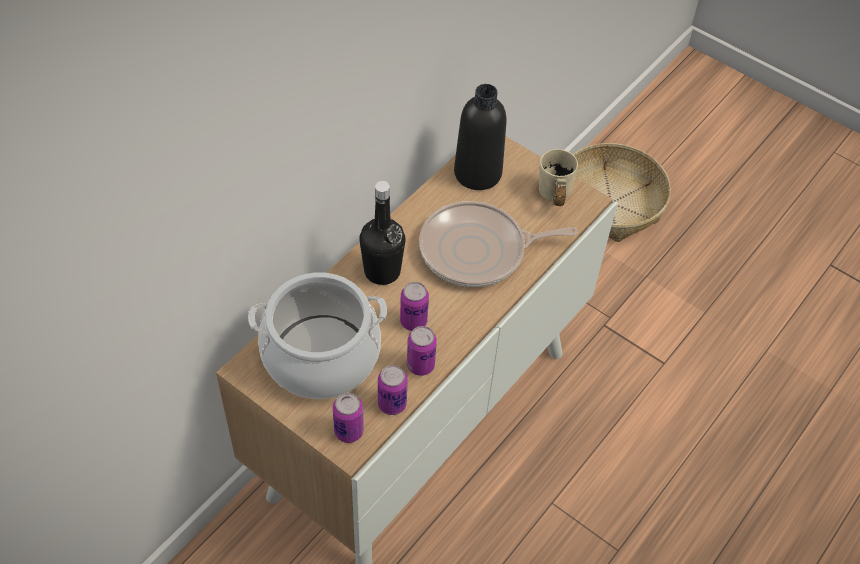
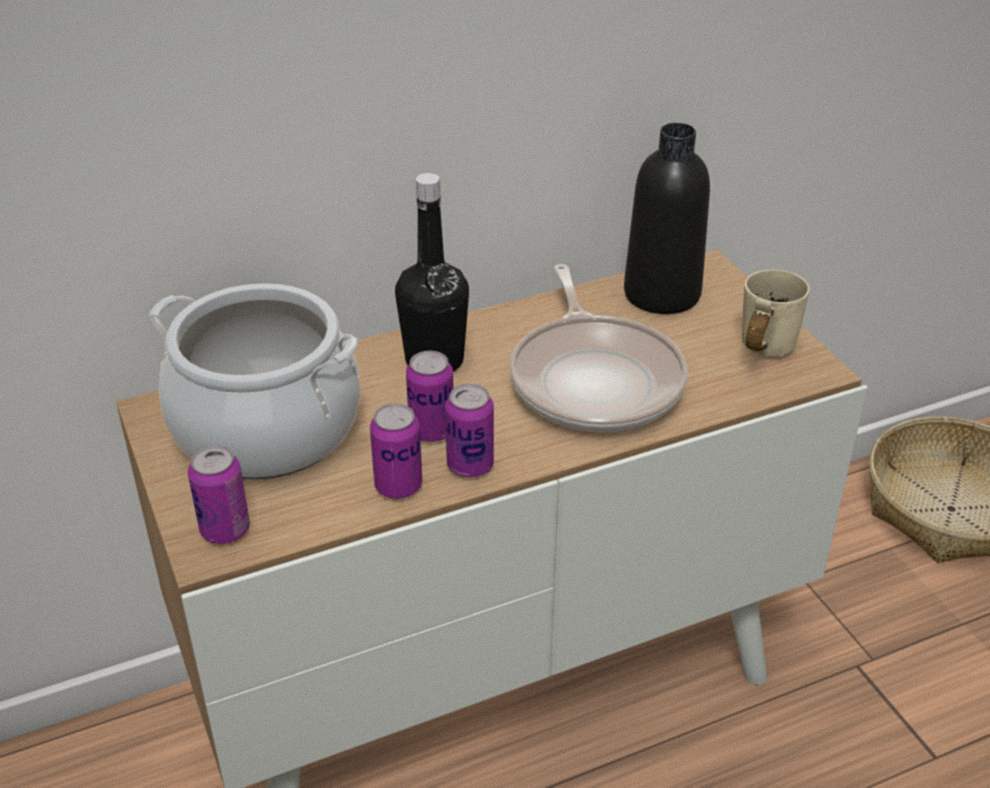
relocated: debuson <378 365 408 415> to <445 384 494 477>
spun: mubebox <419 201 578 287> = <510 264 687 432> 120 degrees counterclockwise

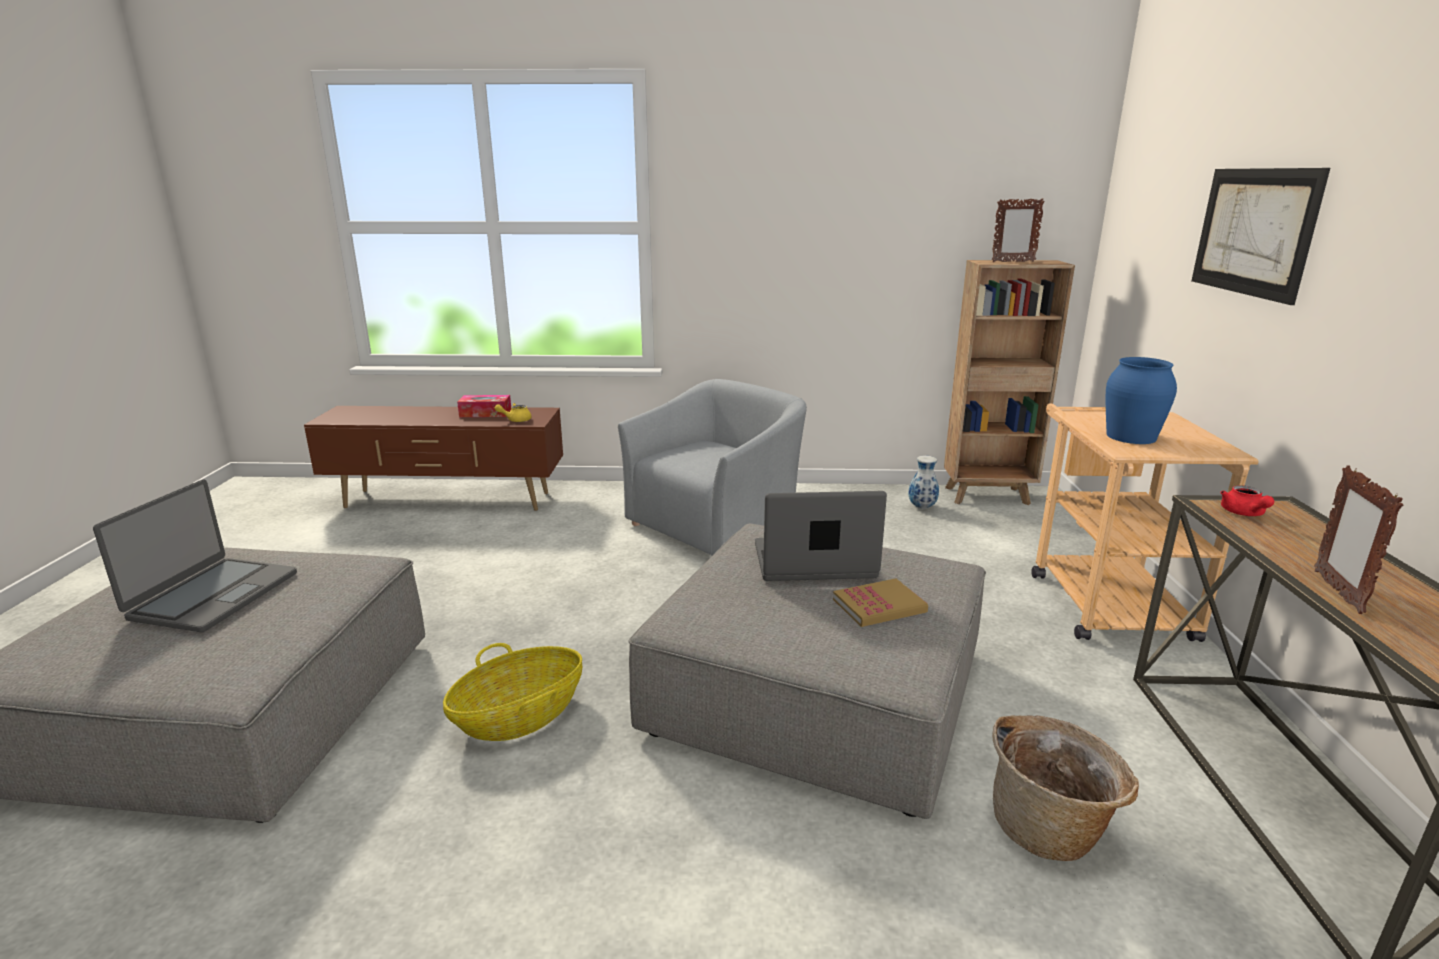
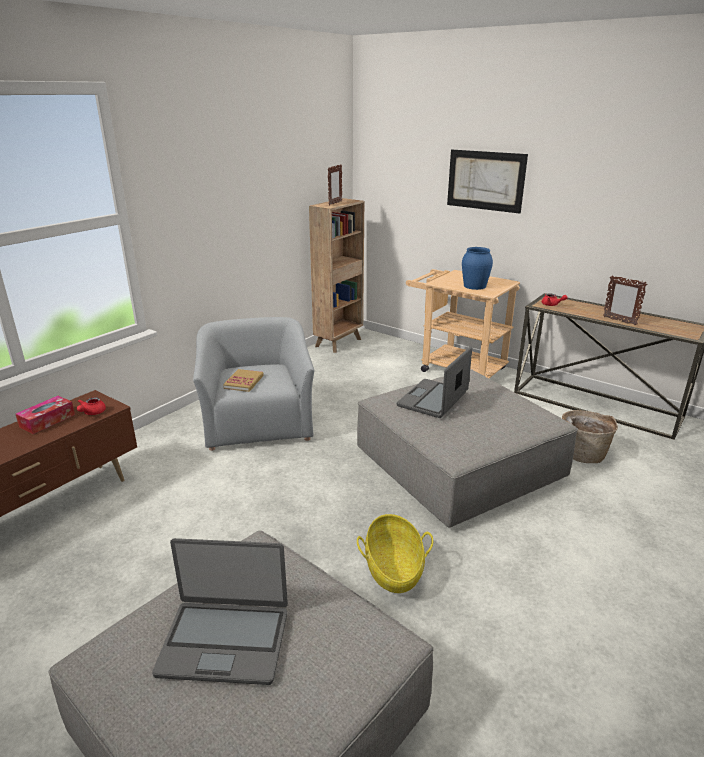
missing: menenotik <908 456 939 509>
relocated: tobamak <833 578 928 627> to <223 369 264 392>
colour: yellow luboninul <495 403 531 422> to red luboninul <77 397 106 415>
spun: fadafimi <93 479 297 632> = <152 538 288 685> 135 degrees clockwise

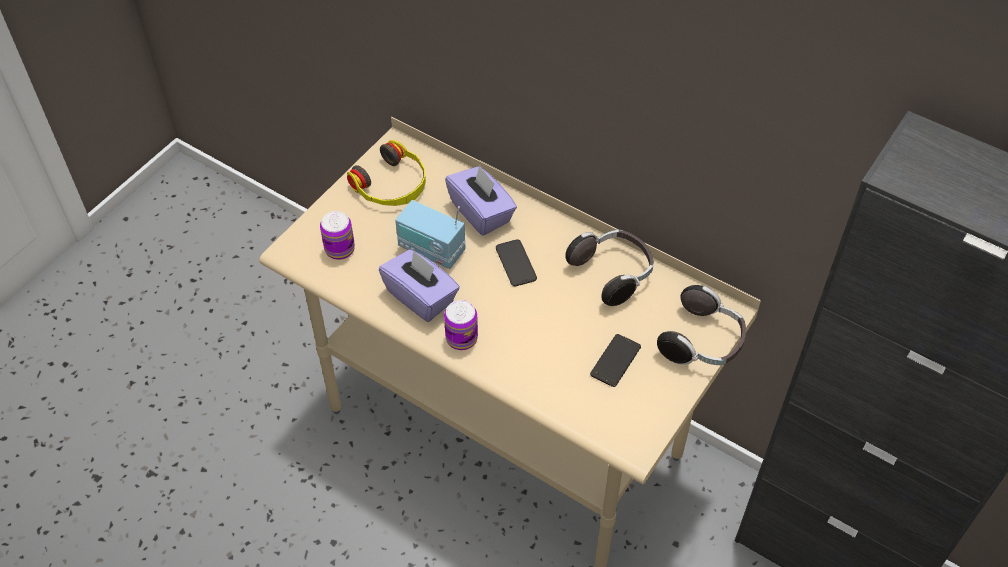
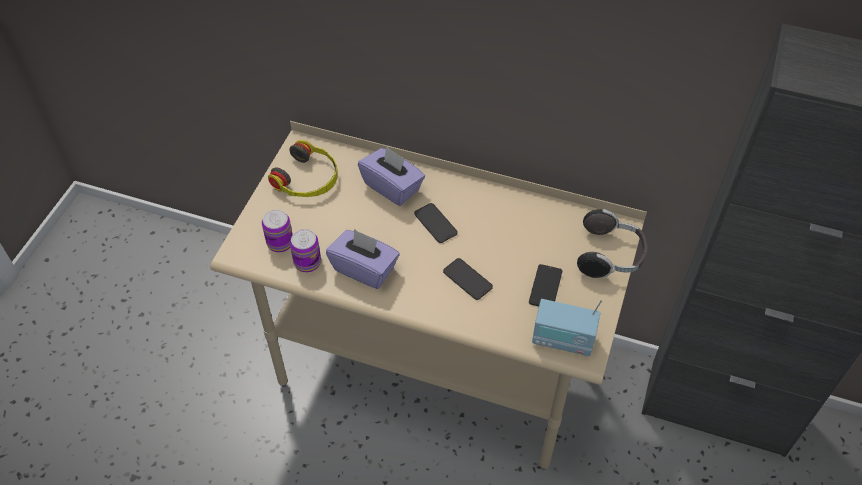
missing: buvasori <565 230 654 306>
appeared: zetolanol <443 258 493 300>
relocated: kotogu <395 200 466 269> to <532 299 603 356>; debuson <444 300 478 350> to <290 229 321 272>

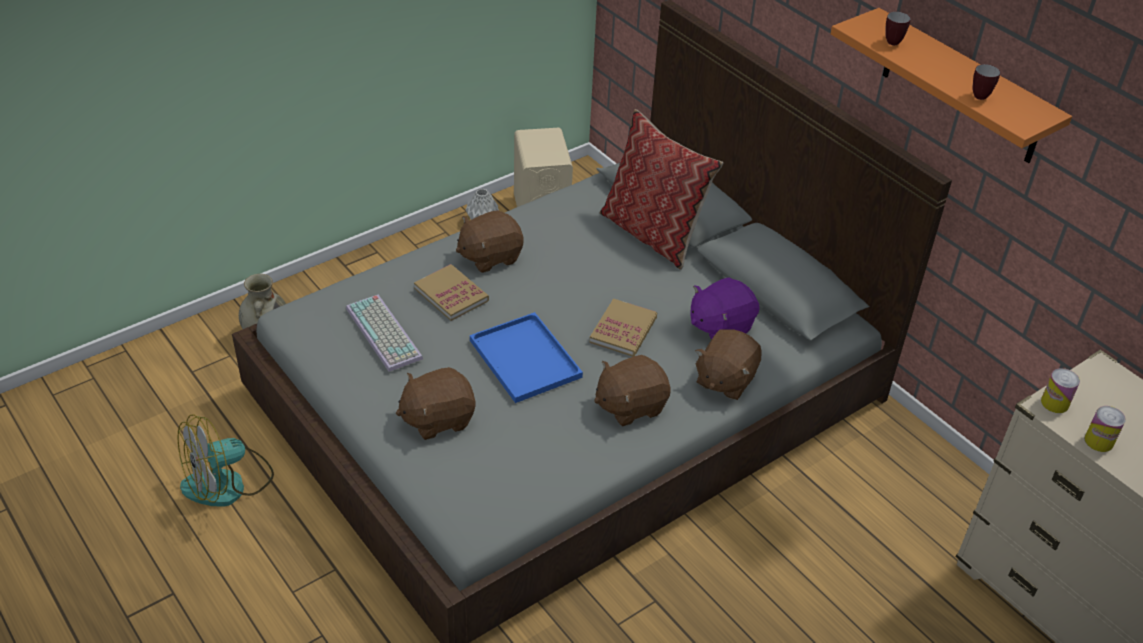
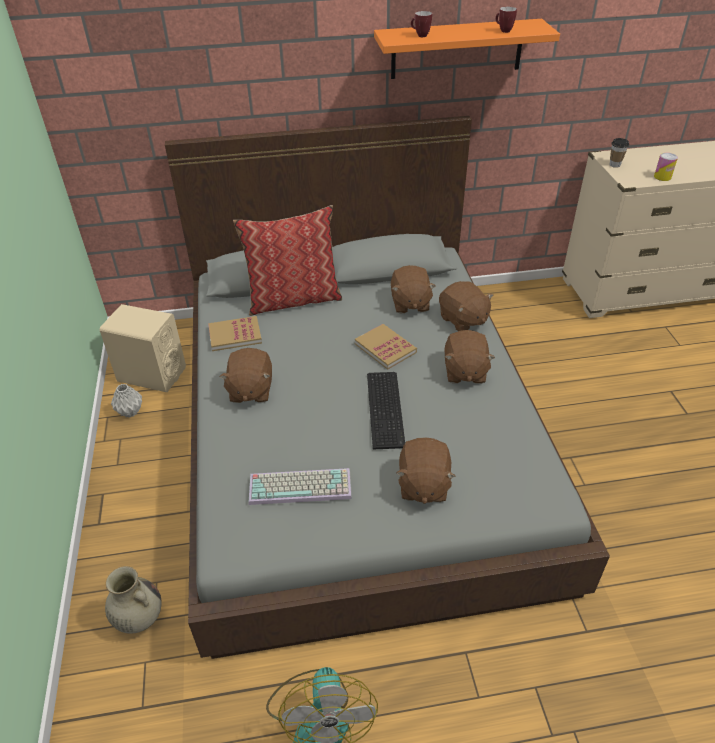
missing: debuson <1041 368 1080 413>
appeared: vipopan <609 138 629 168>
relocated: tobamak <414 264 489 321> to <208 316 262 351>
exchanged: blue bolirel <470 312 583 403> to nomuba <367 372 405 450>
colour: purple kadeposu <690 277 760 340> to brown kadeposu <391 265 435 313>

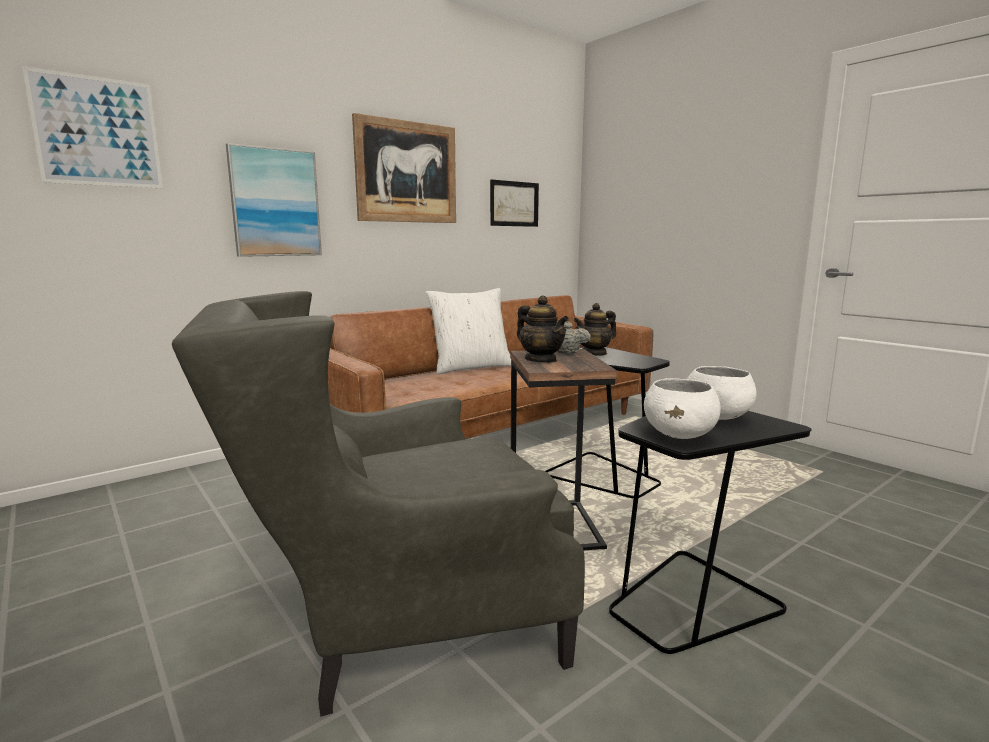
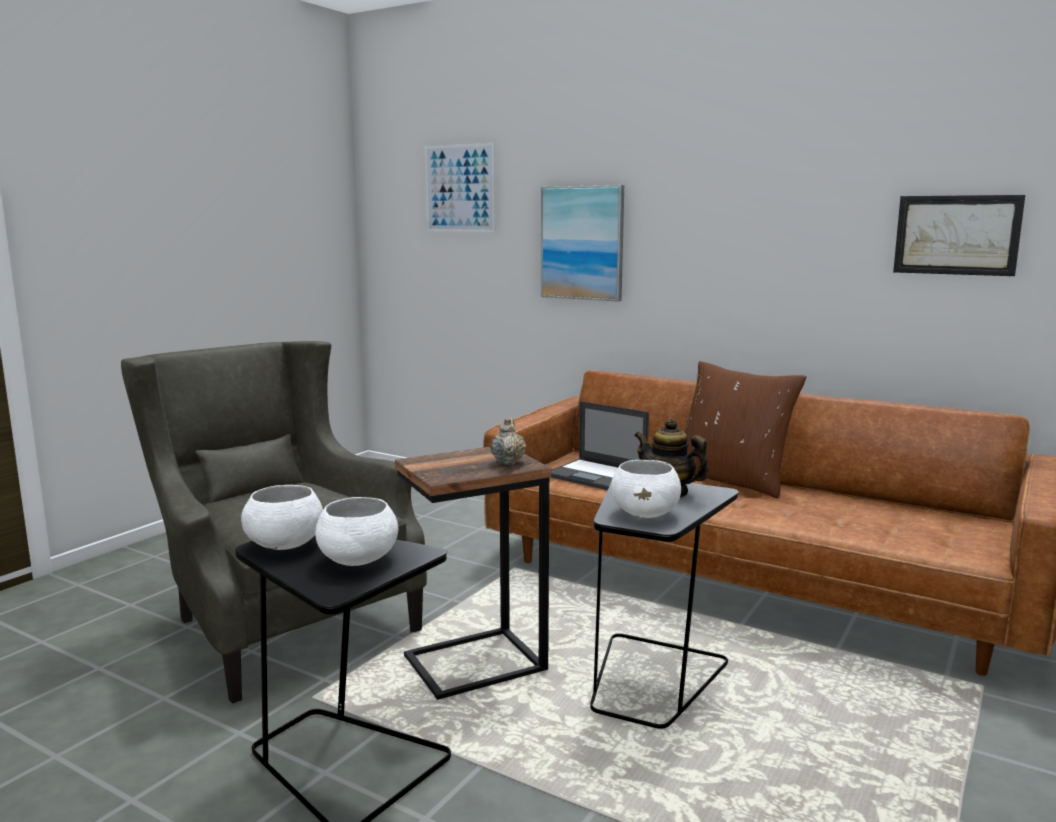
missing: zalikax <352 113 456 223>; luboninul <517 296 569 363>
appeared: fadafimi <551 401 649 490>; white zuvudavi <611 460 681 518>
colour: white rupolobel <426 288 511 374> to brown rupolobel <685 361 806 498>

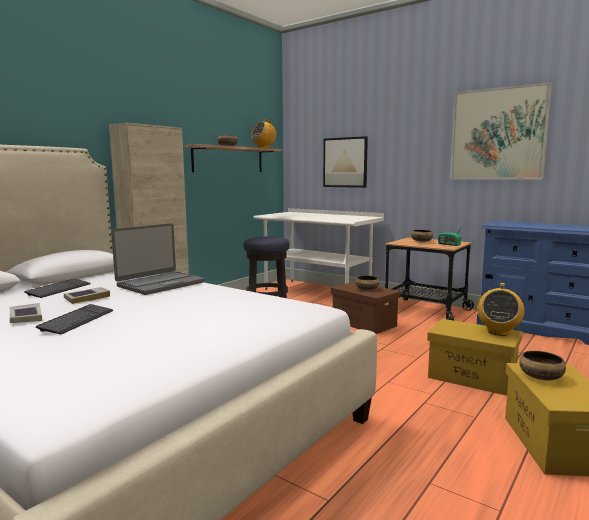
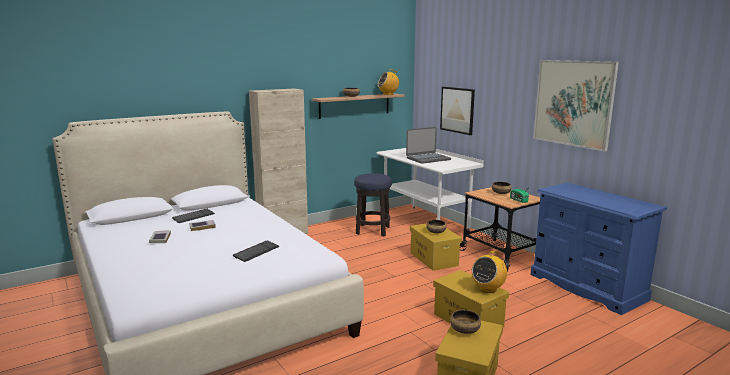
relocated: nomuba <36 304 113 334> to <233 240 279 262>; fadafimi <111 223 205 295> to <406 127 451 164>
colour: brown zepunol <331 282 400 334> to yellow zepunol <410 223 462 271>

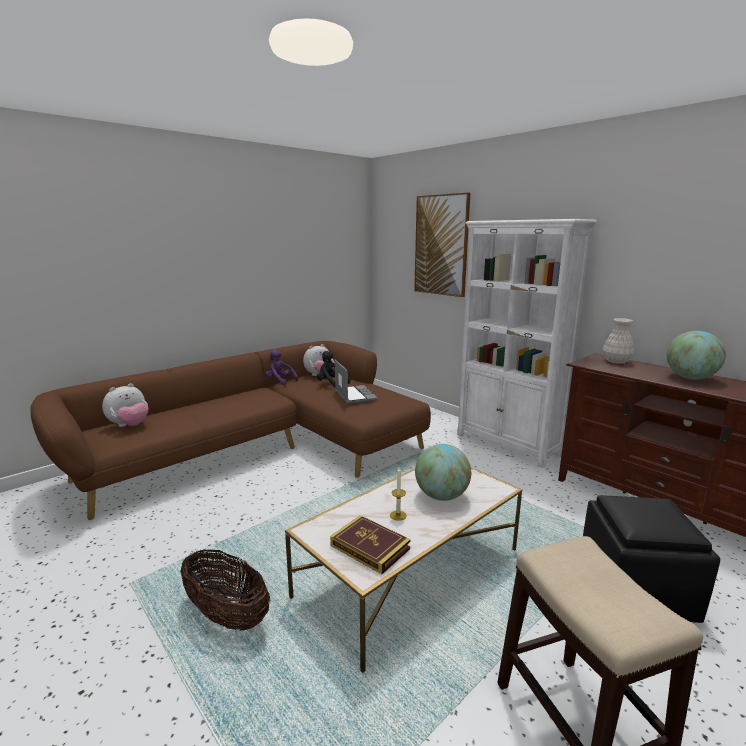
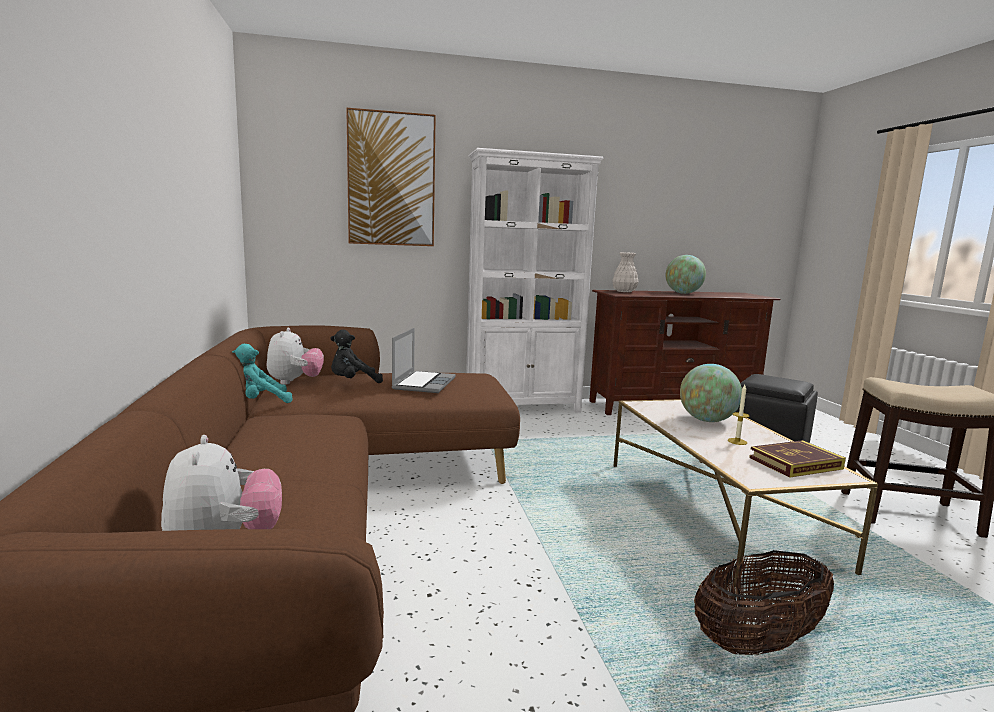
colour: purple kadeposu <265 350 298 385> to turquoise kadeposu <232 344 293 403>
spun: fadafimi <335 359 378 404> = <392 328 456 393> 90 degrees clockwise

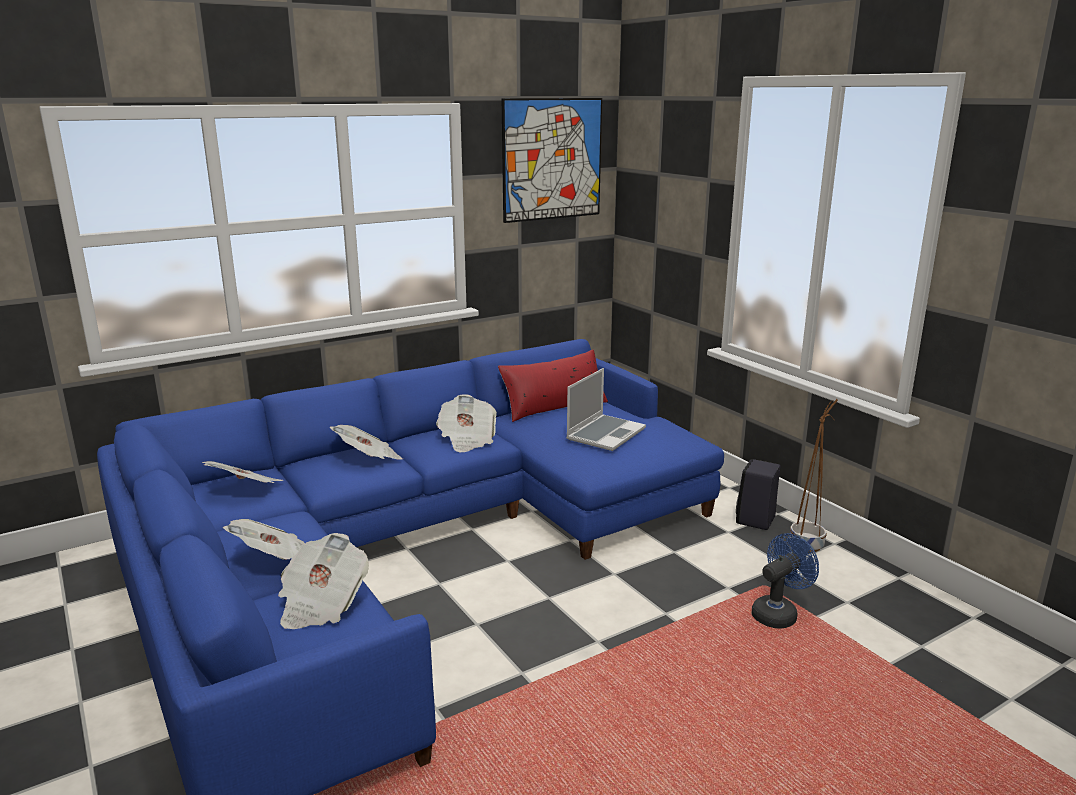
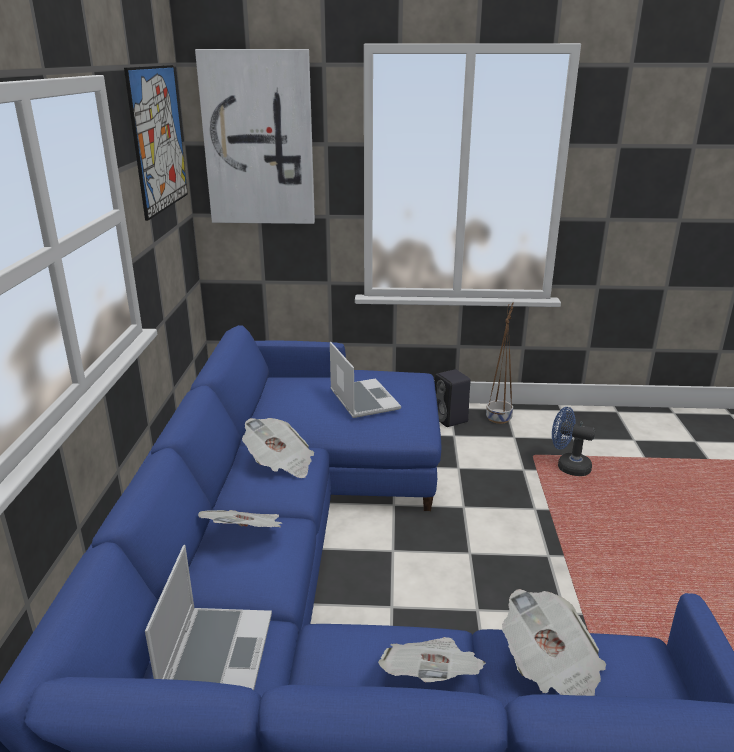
missing: red rupolobel <498 350 608 422>
appeared: zalikax <195 49 315 224>
exchanged: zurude <202 461 283 483> to fadafimi <145 545 272 690>
spun: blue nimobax <752 533 819 628> = <552 407 596 476> 60 degrees counterclockwise

